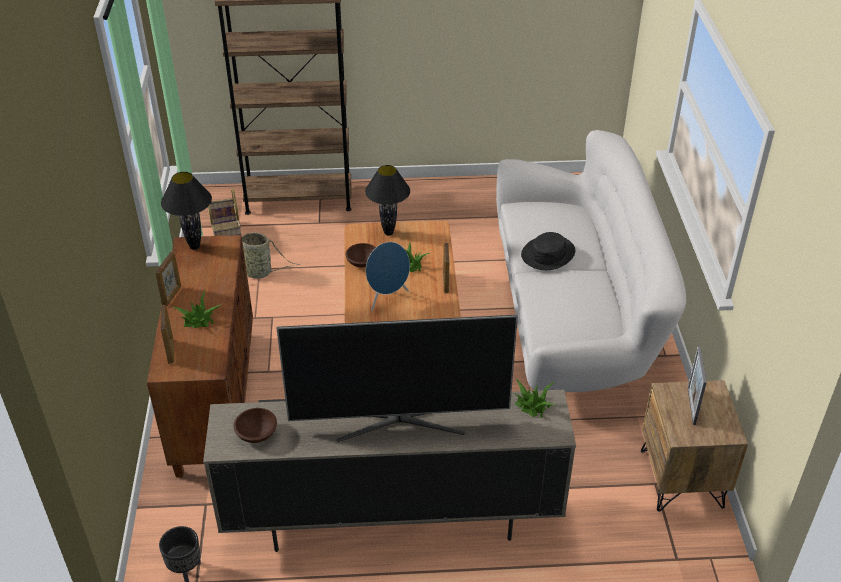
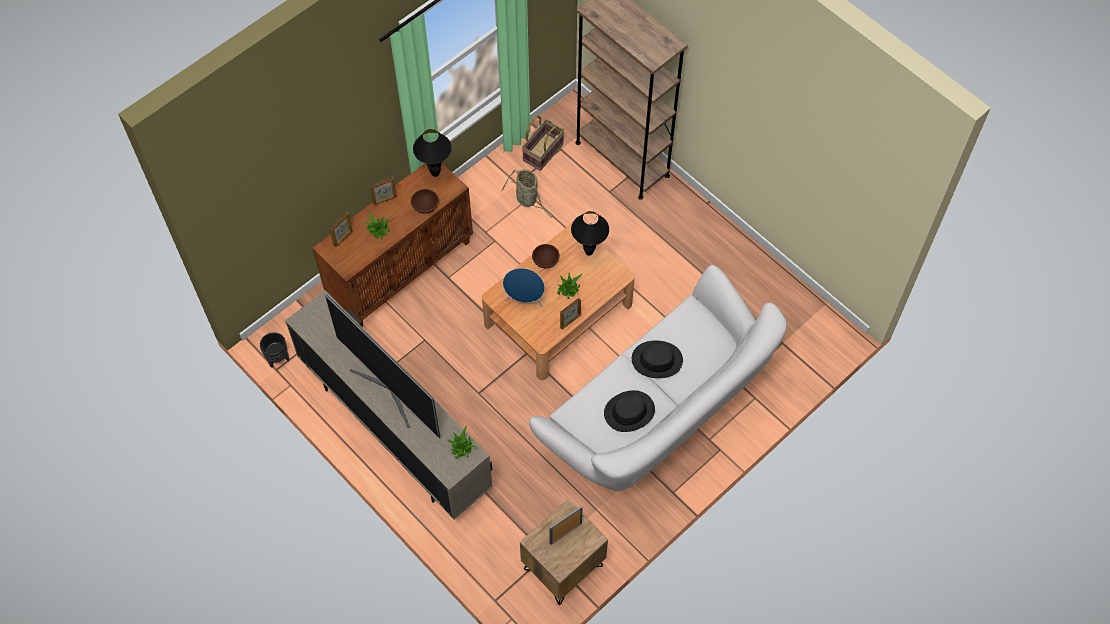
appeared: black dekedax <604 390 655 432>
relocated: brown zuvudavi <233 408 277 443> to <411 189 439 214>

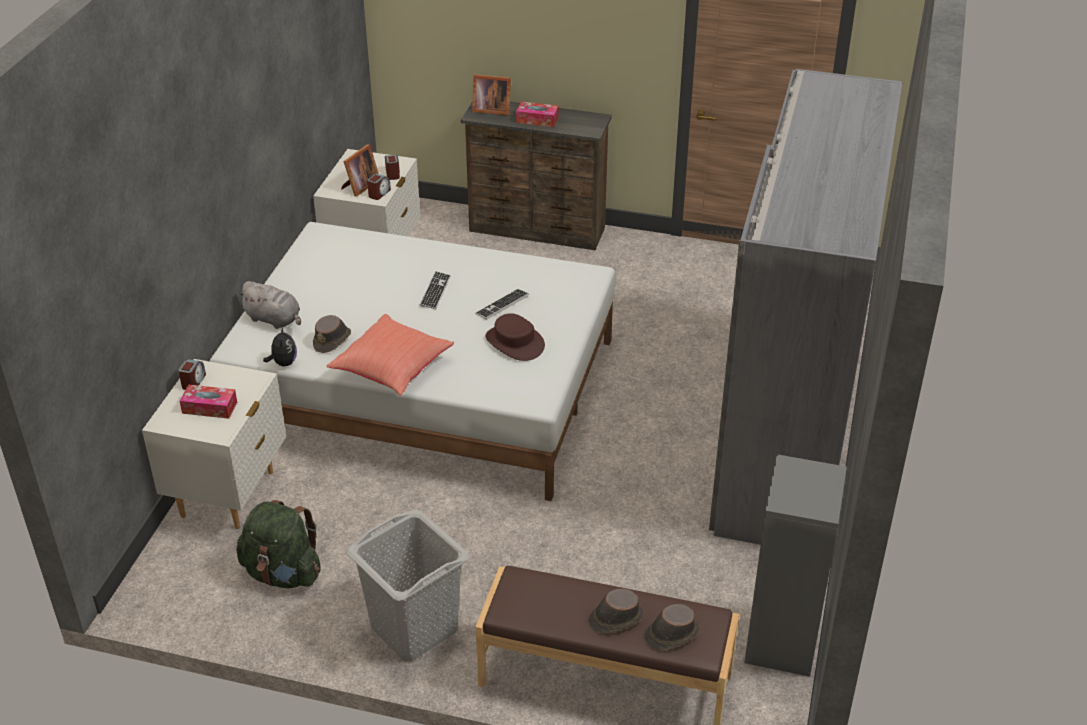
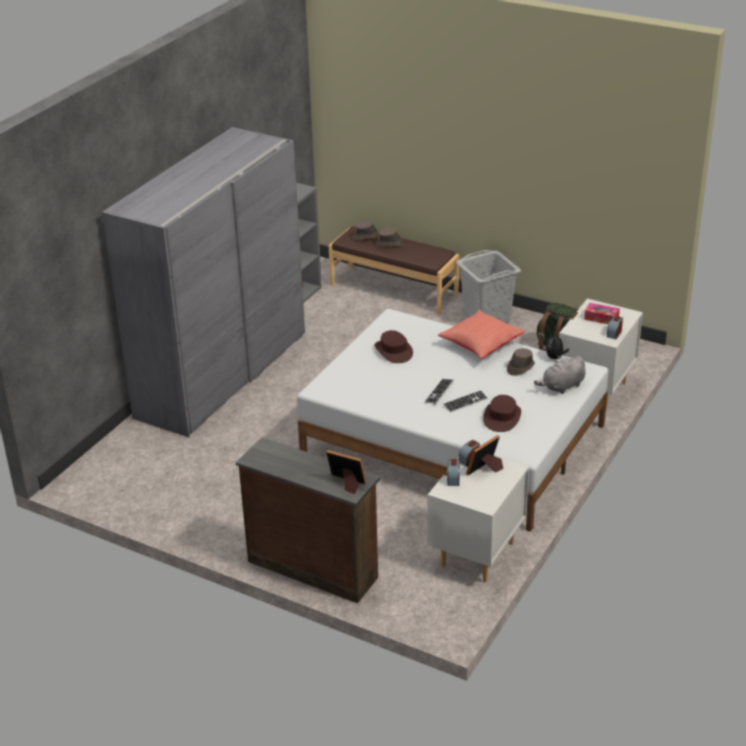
missing: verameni <516 101 558 127>
appeared: brown dekedax <483 395 521 432>
relocated: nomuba <475 289 529 320> to <443 390 488 412>
spun: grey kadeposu <238 281 301 329> = <534 355 586 394> 75 degrees counterclockwise

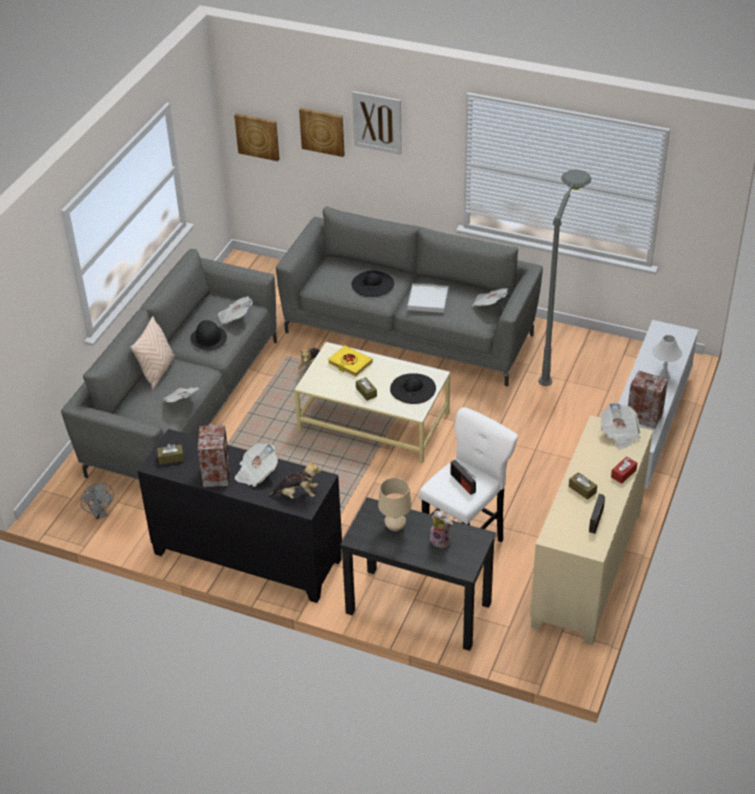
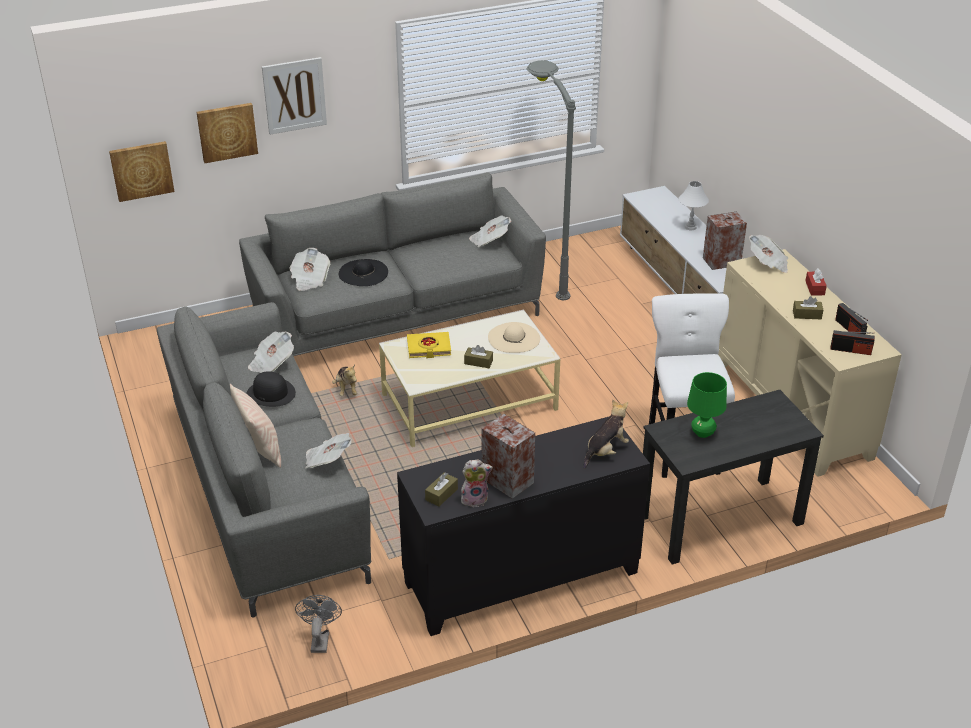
missing: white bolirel <407 283 448 313>
relocated: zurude <235 443 278 487> to <289 248 330 291>; kadeposu <430 510 453 548> to <461 460 493 508>; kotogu <451 460 476 495> to <830 330 875 355>
colour: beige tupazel <378 478 412 531> to green tupazel <687 372 727 438>; black dekedax <390 373 436 404> to beige dekedax <488 322 540 353>
spun: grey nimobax <81 483 114 520> = <295 595 342 653> 105 degrees counterclockwise

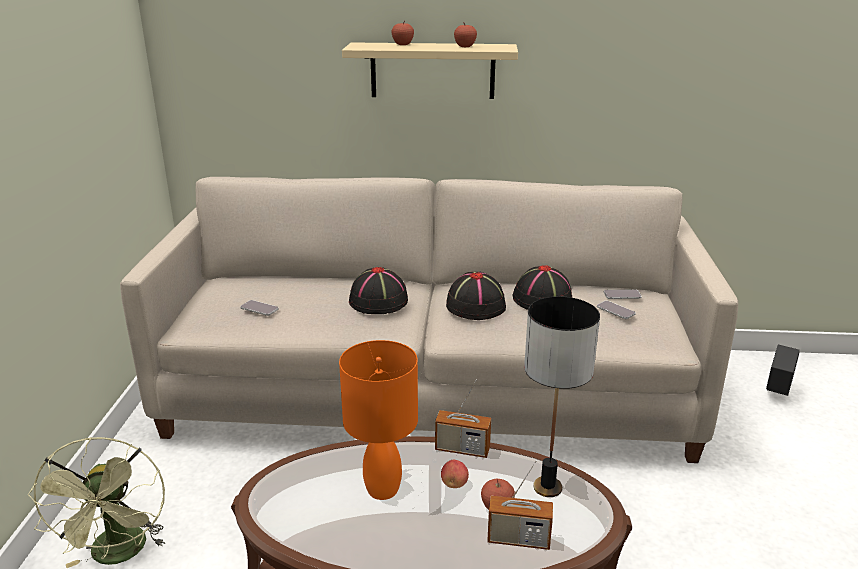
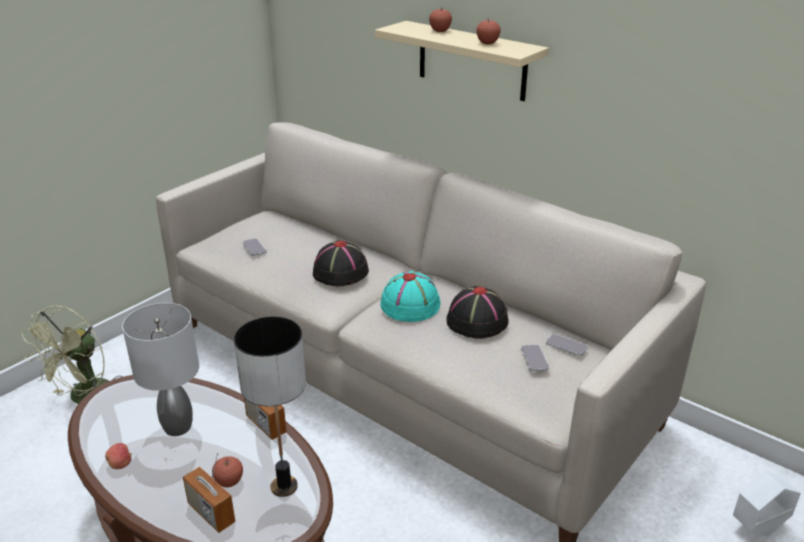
relocated: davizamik <441 460 469 488> to <105 443 132 469>
colour: orange tupazel <339 340 418 500> to grey tupazel <122 303 199 436>; black dekedax <446 272 506 320> to turquoise dekedax <380 271 440 322>; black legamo <766 345 800 396> to white legamo <733 471 801 536>

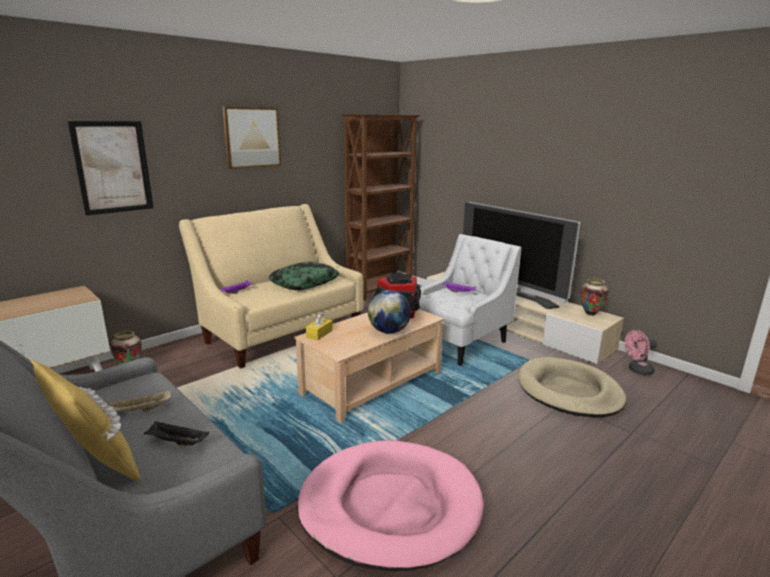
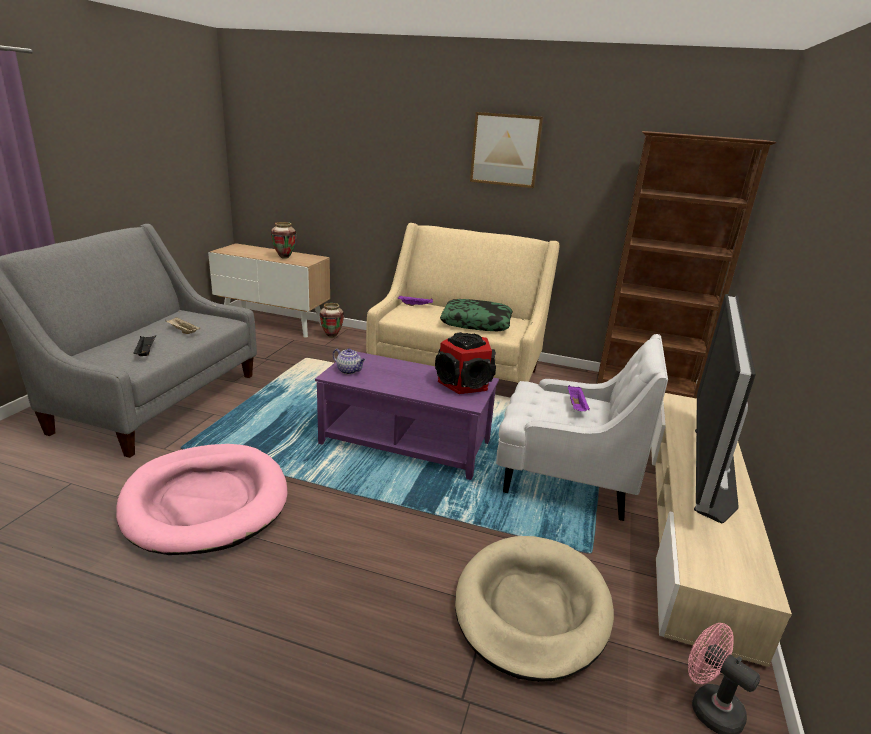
missing: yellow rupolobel <30 359 141 482>; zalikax <67 121 154 216>; yellow verameni <306 313 333 340>; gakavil <368 290 411 334>
appeared: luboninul <333 348 366 374>
relocated: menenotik <581 278 608 316> to <271 222 296 259>
colour: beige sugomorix <294 309 444 423> to purple sugomorix <315 351 499 480>

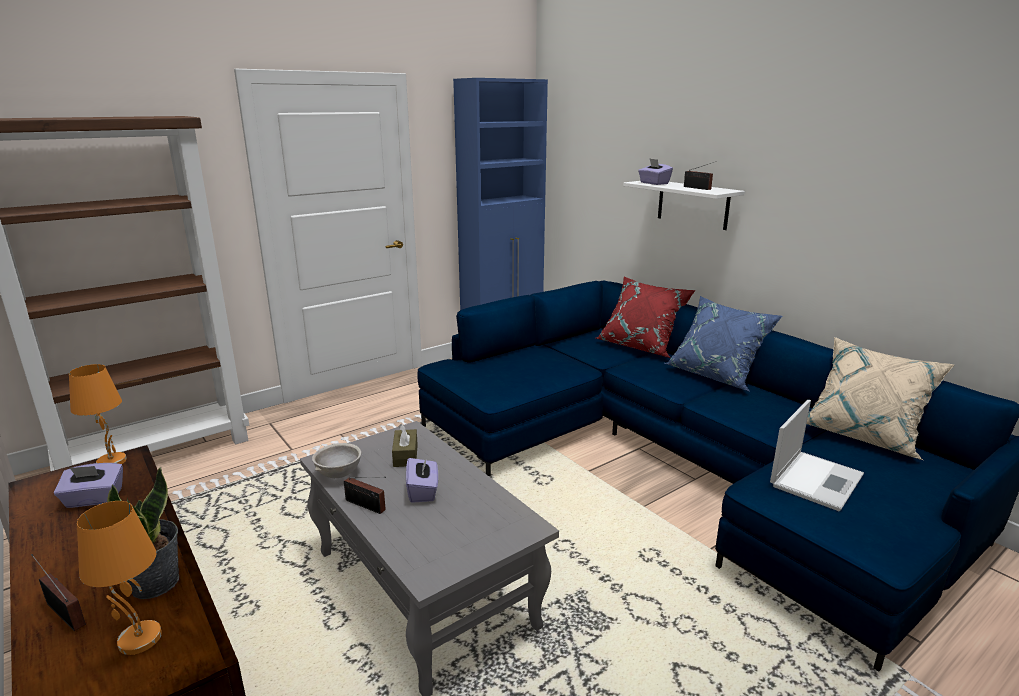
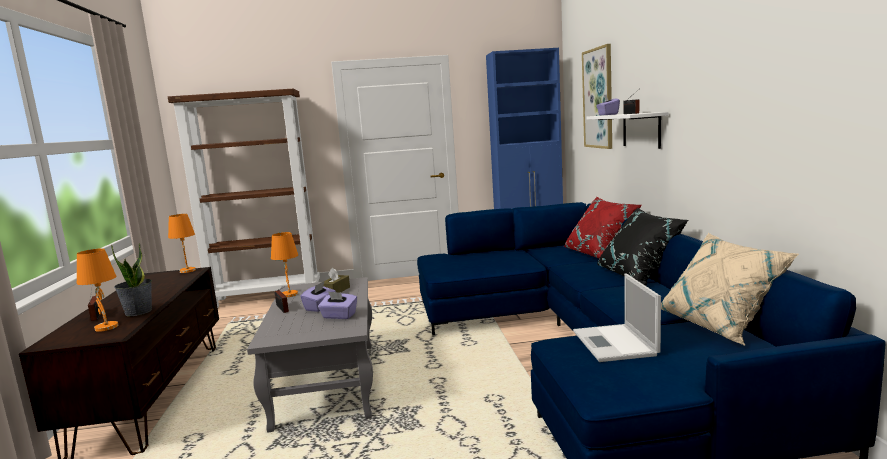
appeared: zalikax <582 44 612 149>
relocated: purple verameni <54 463 123 508> to <318 292 357 319>
exchanged: grey zuvudavi <312 443 361 478> to orange tupazel <271 232 298 297>
colour: blue rupolobel <665 296 783 392> to black rupolobel <597 208 689 286>
spun: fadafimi <770 400 864 511> = <573 273 661 362> 105 degrees clockwise

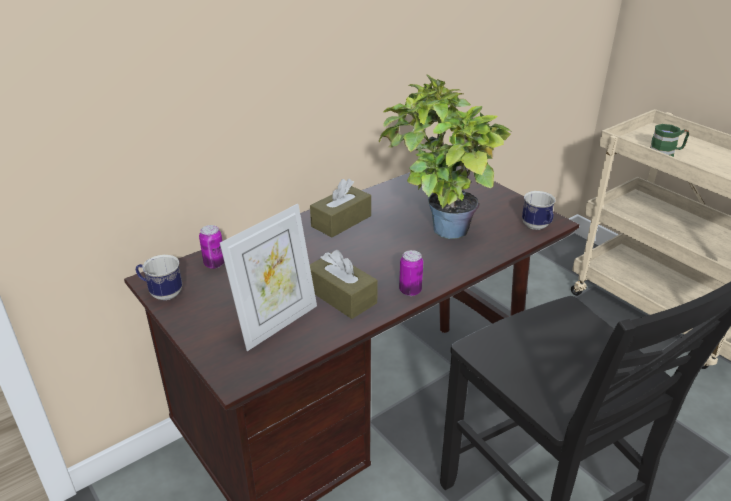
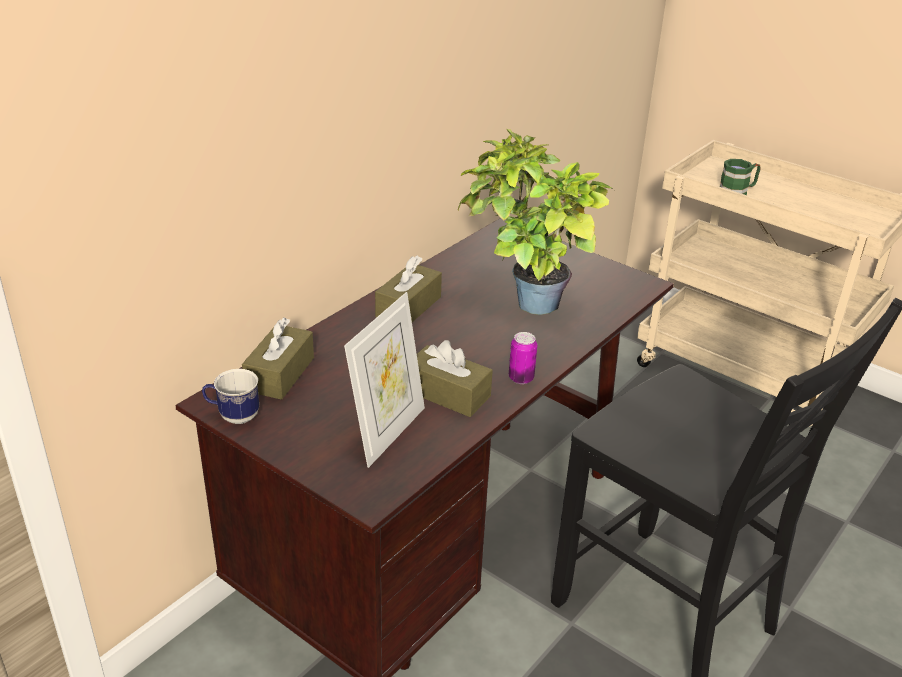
missing: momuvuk <522 191 555 230>
exchanged: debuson <199 225 224 269> to brown verameni <242 317 314 400>

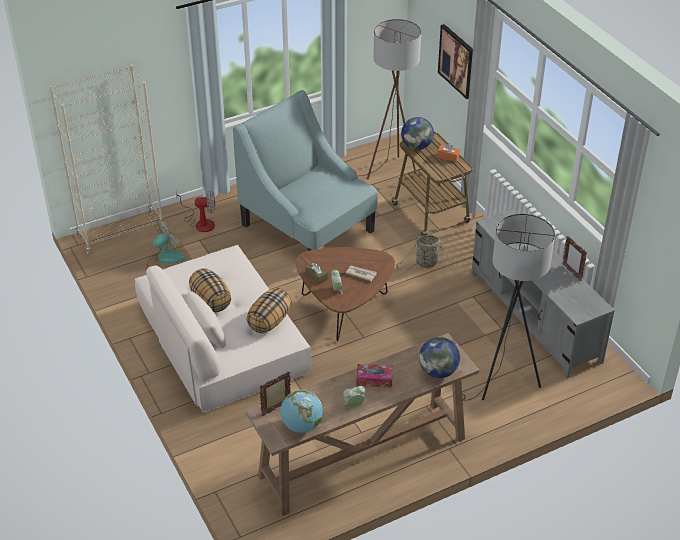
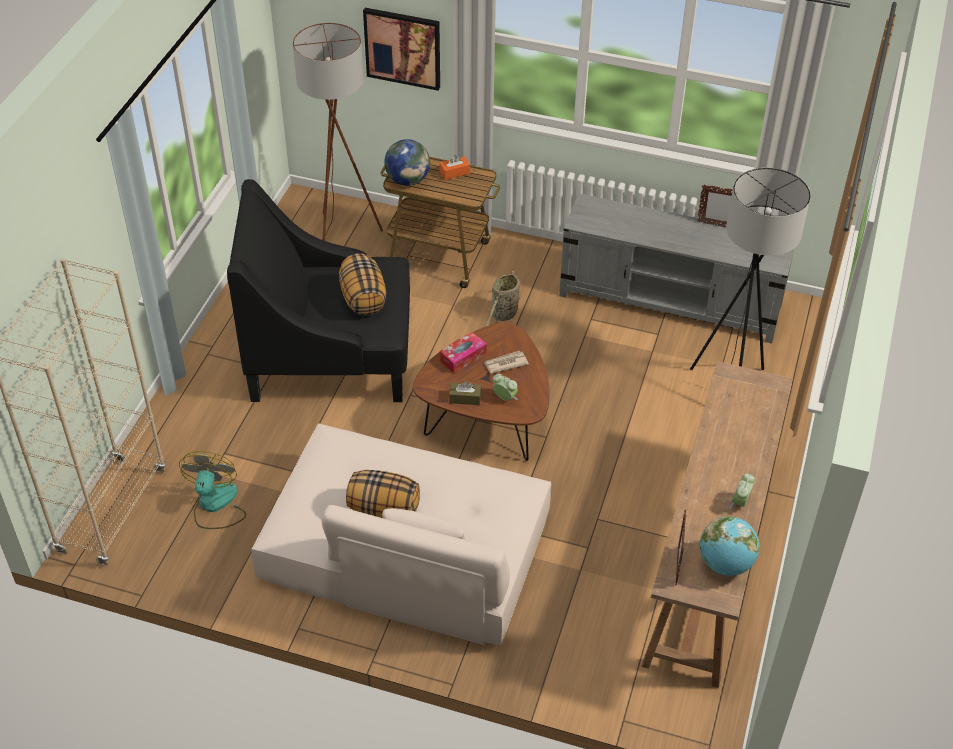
missing: nimobax <176 190 215 232>; gakavil <419 337 460 378>
relocated: rupolobel <246 288 291 333> to <339 253 386 315>; verameni <356 364 393 388> to <439 332 487 373>
colour: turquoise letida <233 90 377 251> to black letida <227 179 410 402>

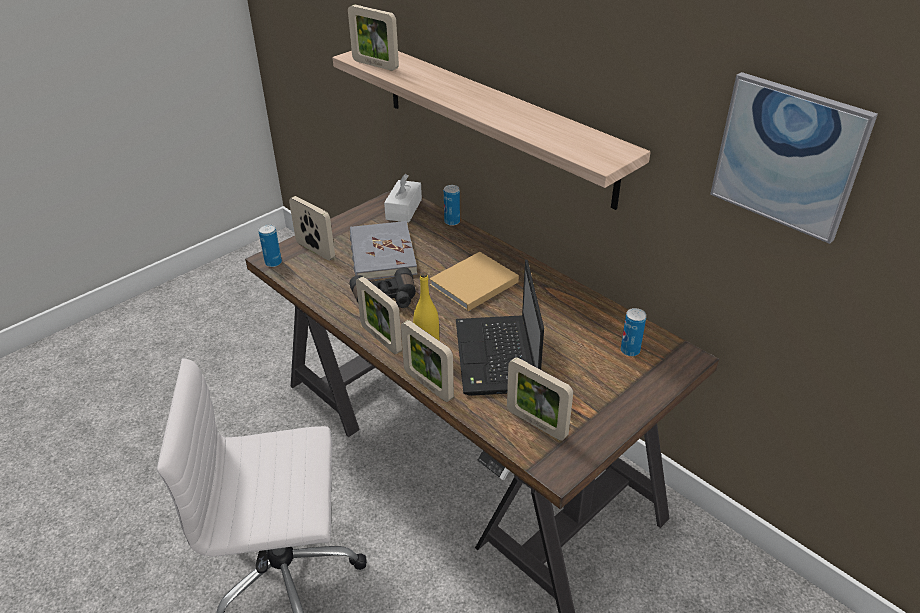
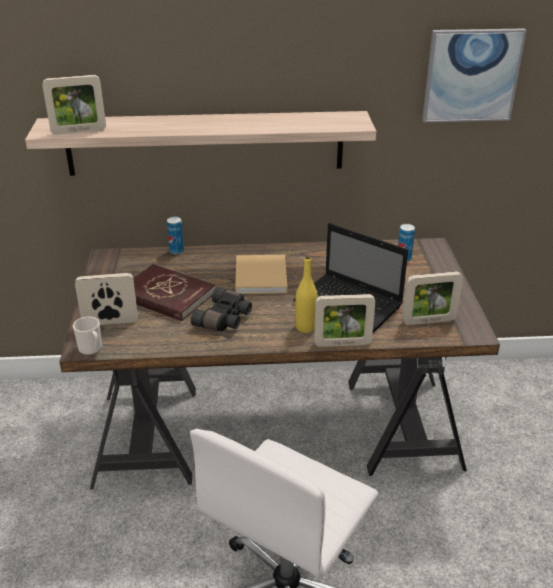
missing: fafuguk <356 277 402 354>; white verameni <384 174 422 223>
exchanged: debuson <258 224 282 267> to momuvuk <73 317 102 355>
colour: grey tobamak <350 221 417 280> to red tobamak <133 264 215 321>

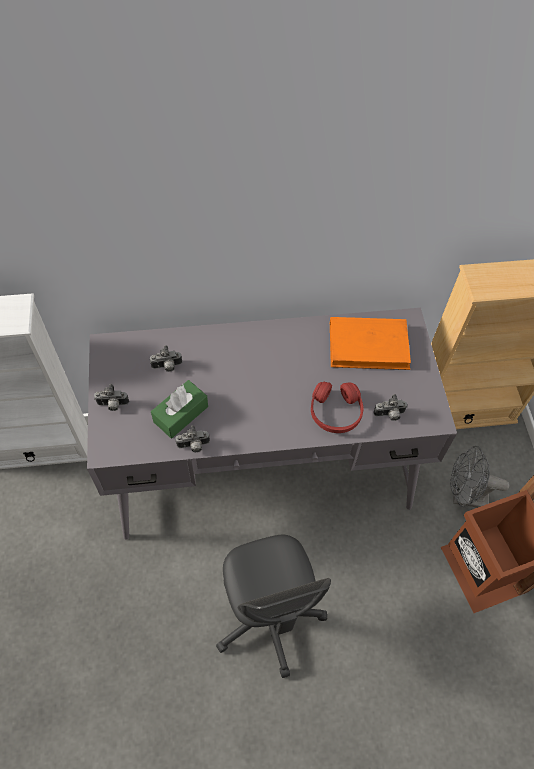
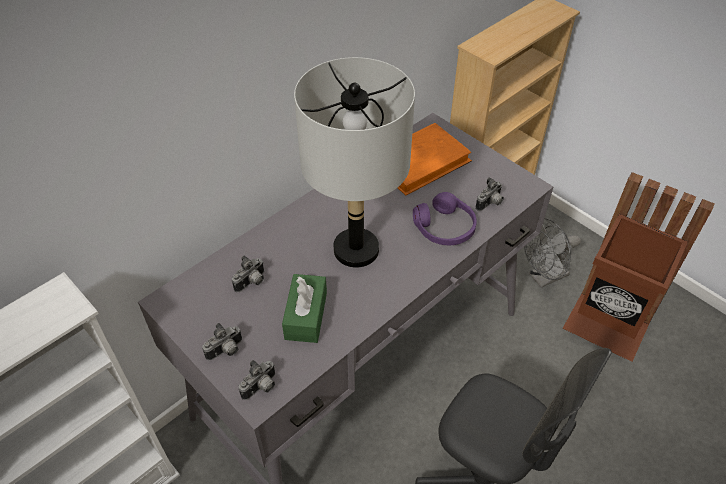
appeared: grey tupazel <294 57 415 268>
relocated: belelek <176 425 210 452> to <238 360 275 400>
colour: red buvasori <311 382 364 433> to purple buvasori <413 192 477 245>

